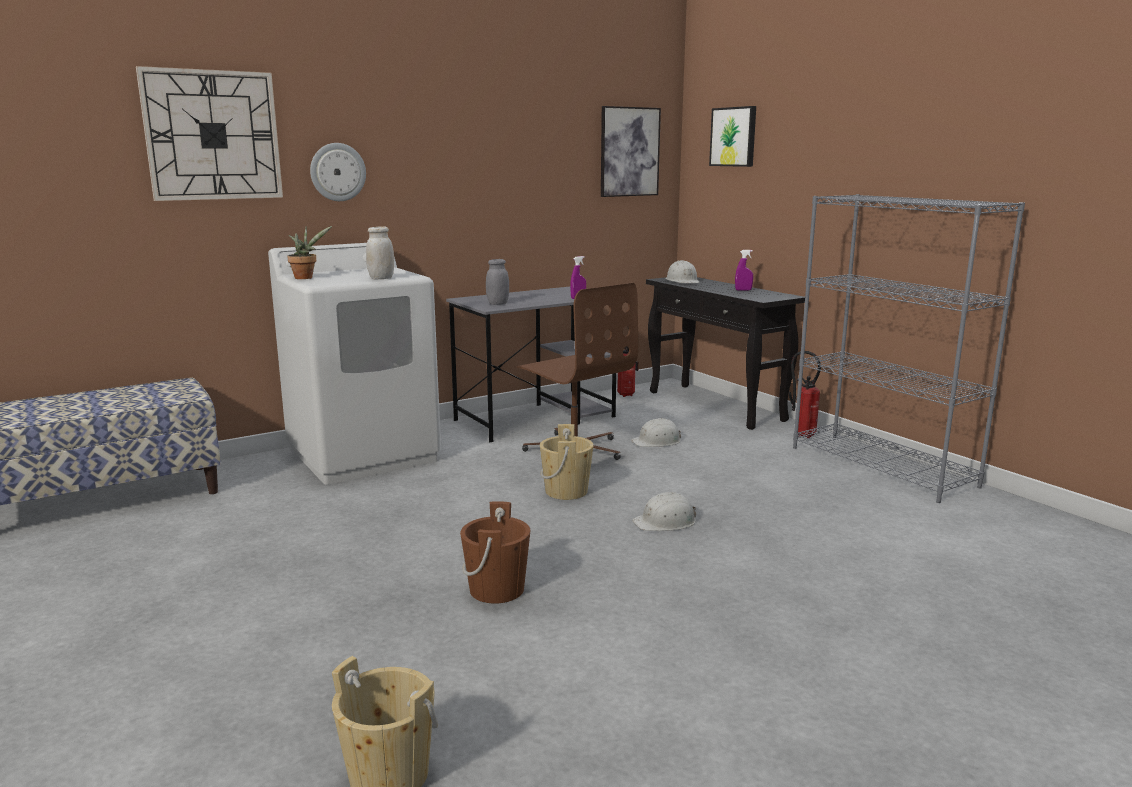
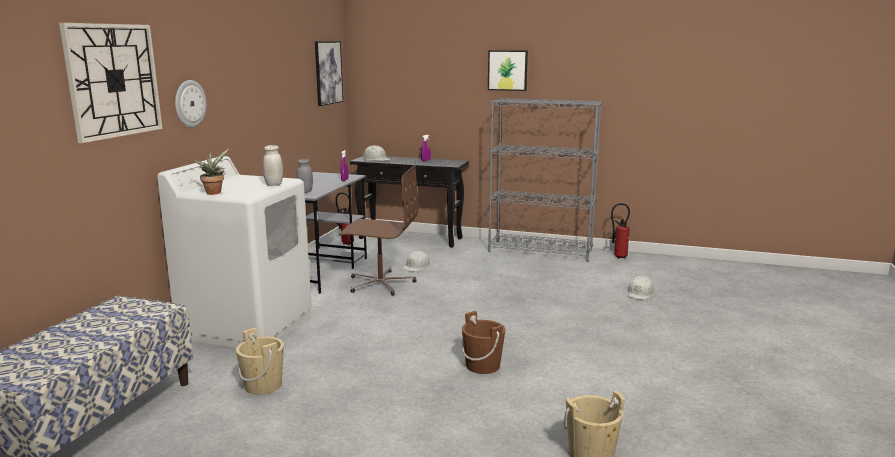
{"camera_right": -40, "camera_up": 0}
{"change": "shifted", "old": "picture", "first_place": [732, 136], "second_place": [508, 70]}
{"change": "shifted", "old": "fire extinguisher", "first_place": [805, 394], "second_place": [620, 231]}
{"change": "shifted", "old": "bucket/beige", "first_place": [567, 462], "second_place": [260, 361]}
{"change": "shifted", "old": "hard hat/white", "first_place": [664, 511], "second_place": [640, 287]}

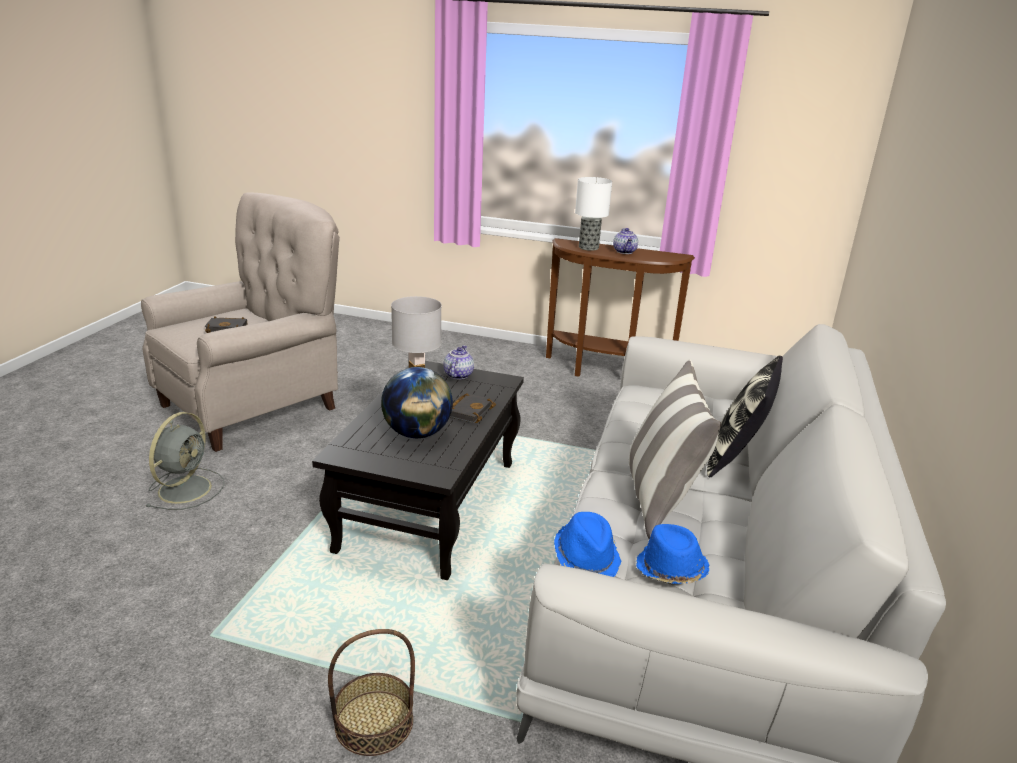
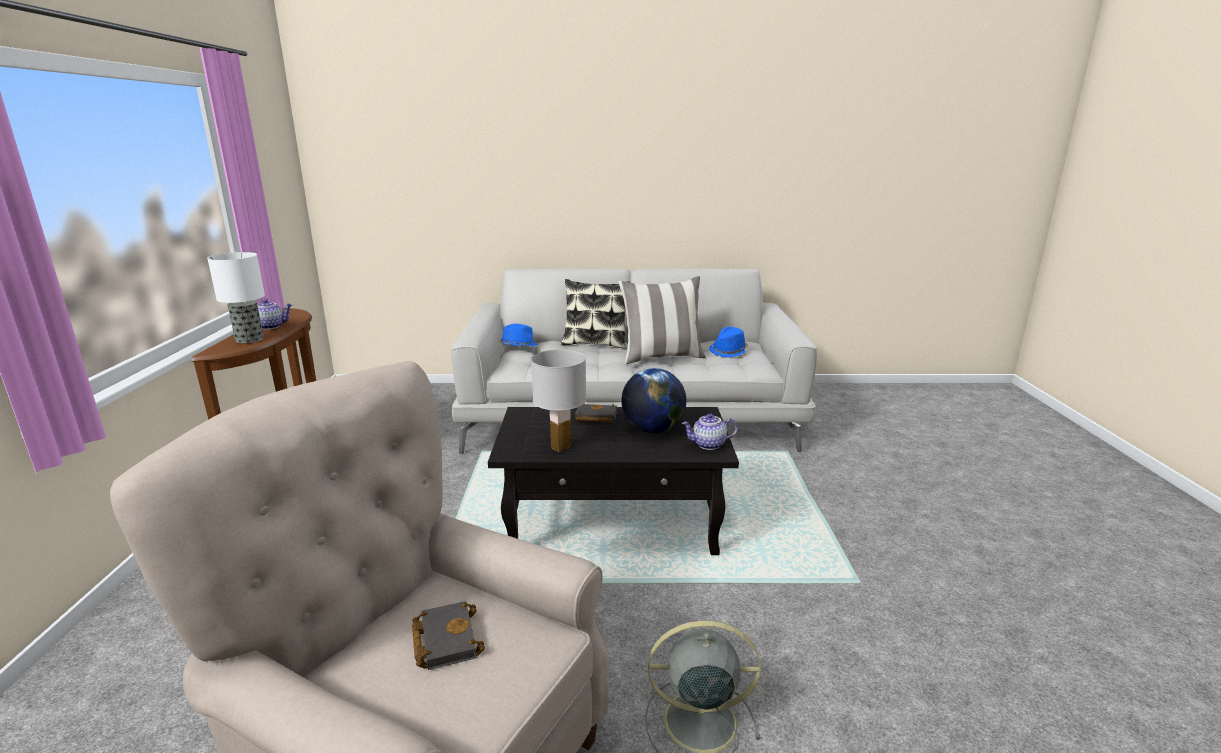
{"camera_right": -105, "camera_up": -5}
{"change": "shifted", "old": "teapot", "first_place": [458, 362], "second_place": [710, 431]}
{"change": "shifted", "old": "hat/blue", "first_place": [588, 544], "second_place": [518, 335]}
{"change": "gone", "old": "basket", "first_place": [371, 692]}

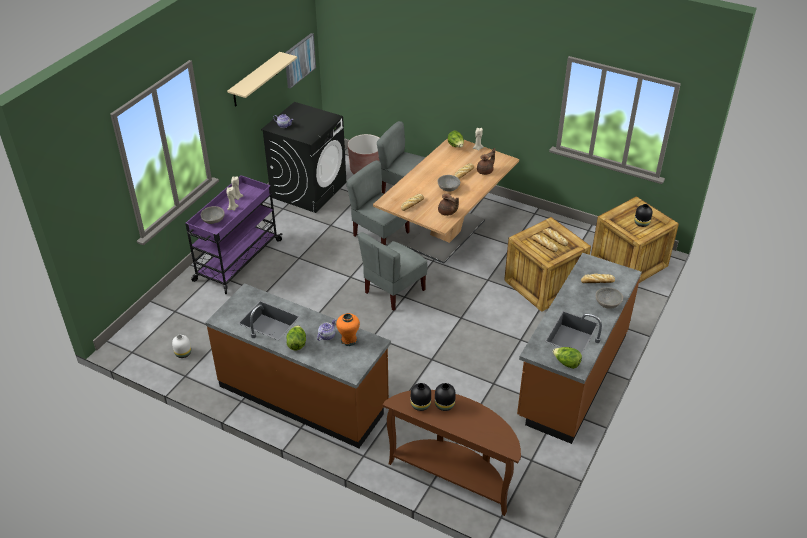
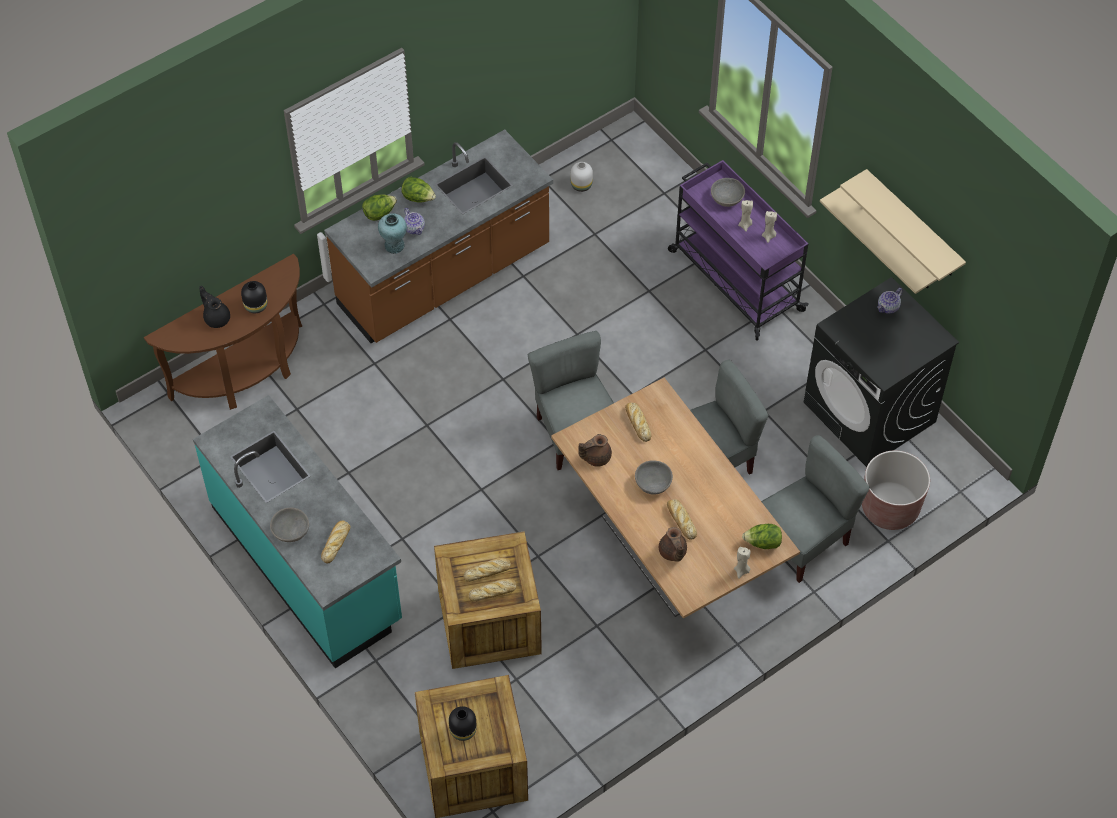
{"camera_right": 115, "camera_up": 15}
{"change": "gone", "old": "picture", "first_place": [300, 61]}
{"change": "repainted", "old": "counter/brown", "new": "counter/turquoise", "first_place": [579, 348], "second_place": [297, 531]}
{"change": "repainted", "old": "vase/orange", "new": "vase/turquoise", "first_place": [348, 329], "second_place": [392, 233]}
{"change": "shifted", "old": "lettuce", "first_place": [567, 358], "second_place": [379, 207]}
{"change": "gone", "old": "vase/black", "first_place": [421, 397]}
{"change": "new", "new": "shelf/beige", "second_place": [878, 241]}
{"change": "new", "new": "teapot/black", "second_place": [214, 307]}

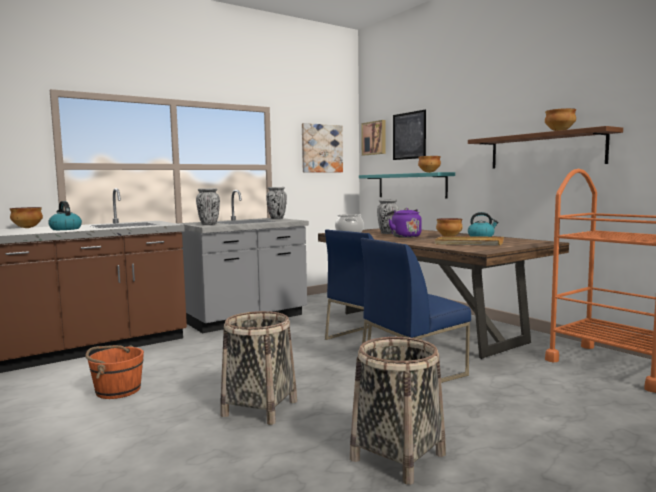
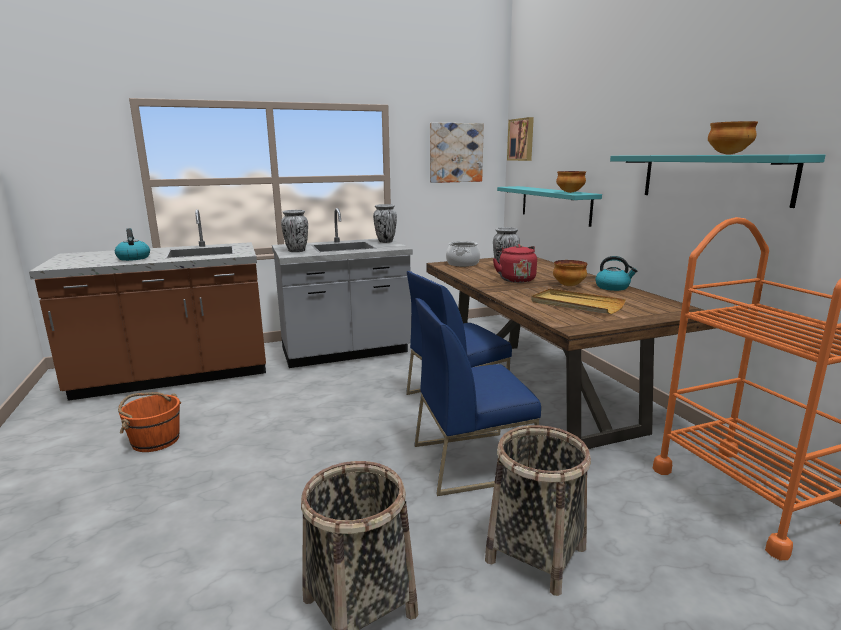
{"camera_right": 15, "camera_up": 10}
{"change": "gone", "old": "picture", "first_place": [409, 135]}
{"change": "repainted", "old": "shelf/brown", "new": "shelf/turquoise", "first_place": [545, 147], "second_place": [717, 181]}
{"change": "gone", "old": "bowl", "first_place": [26, 217]}
{"change": "repainted", "old": "kettle/purple", "new": "kettle/red", "first_place": [404, 223], "second_place": [515, 263]}
{"change": "shifted", "old": "basket", "first_place": [258, 368], "second_place": [538, 510]}

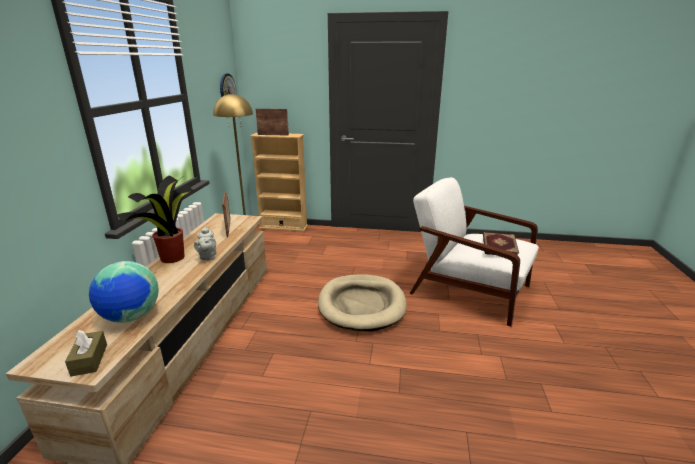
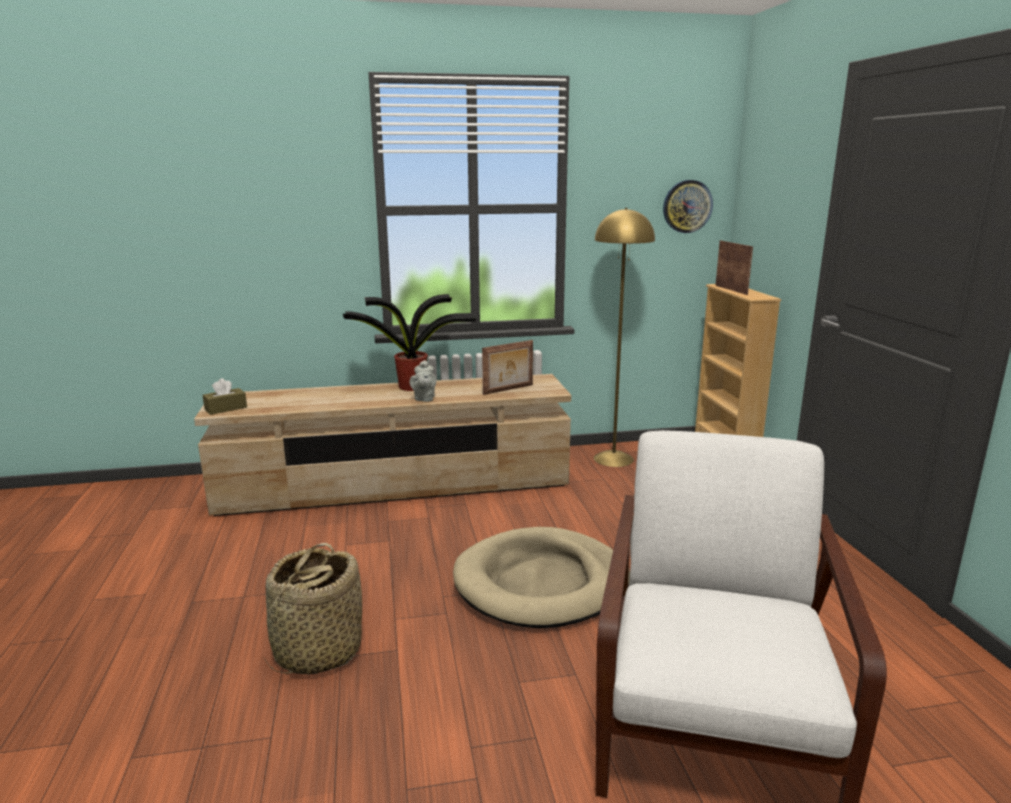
{"camera_right": 70, "camera_up": -5}
{"change": "rotated", "old": "teapot/grey", "first_place": [205, 243], "second_place": [423, 381], "degrees": -60}
{"change": "gone", "old": "book", "first_place": [501, 243]}
{"change": "gone", "old": "globe", "first_place": [124, 292]}
{"change": "new", "new": "basket", "second_place": [312, 608]}

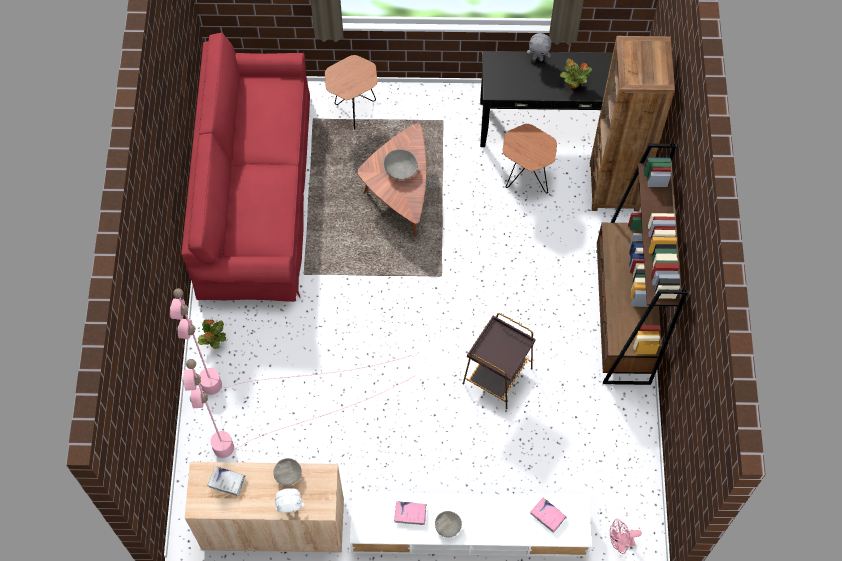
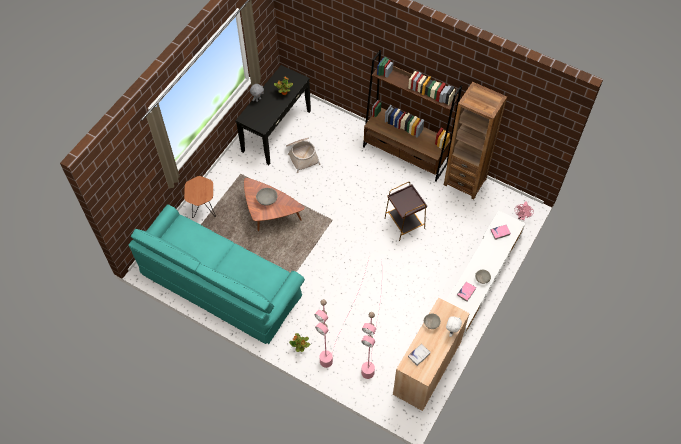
{"camera_right": -60, "camera_up": -5}
{"change": "repainted", "old": "sofa/red", "new": "sofa/turquoise", "first_place": [245, 167], "second_place": [217, 274]}
{"change": "shifted", "old": "bookcase/brown", "first_place": [632, 123], "second_place": [475, 140]}
{"change": "swapped", "old": "side table/brown", "new": "basket", "first_place": [530, 158], "second_place": [303, 155]}

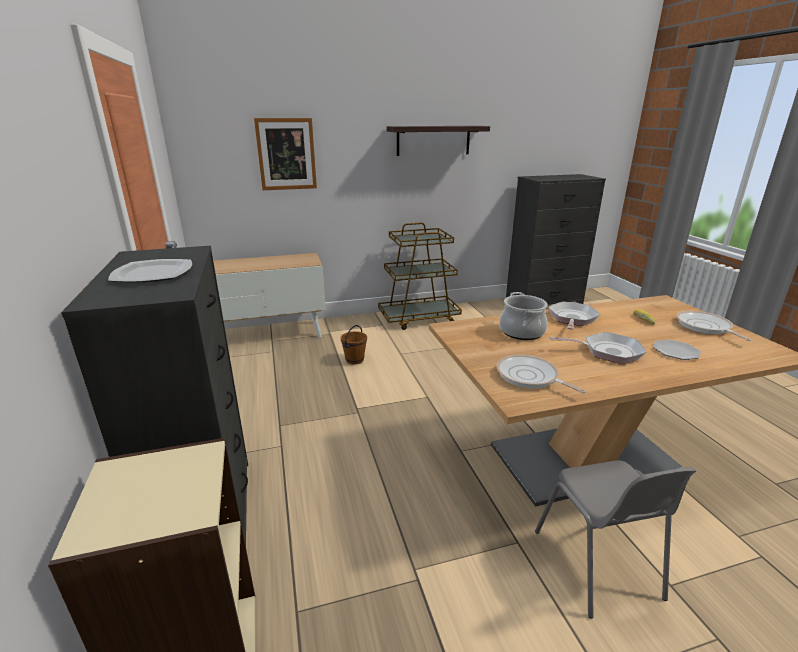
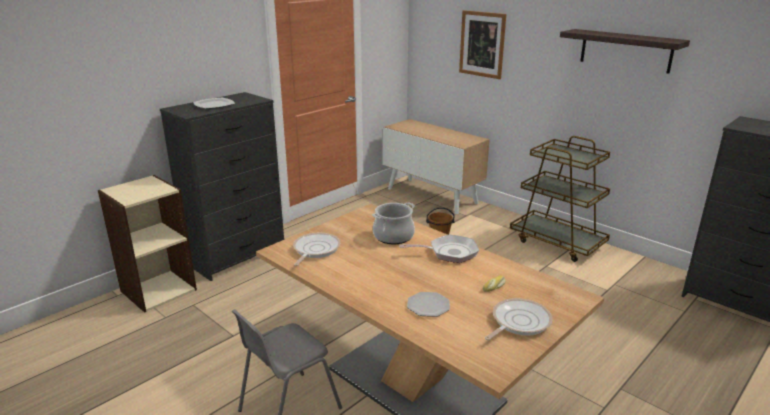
{"camera_right": 60, "camera_up": 0}
{"change": "gone", "old": "frying pan", "first_place": [597, 348]}

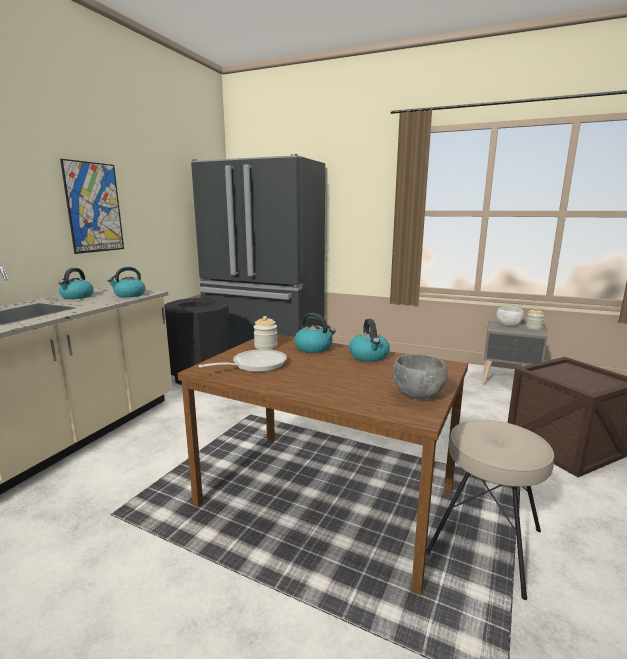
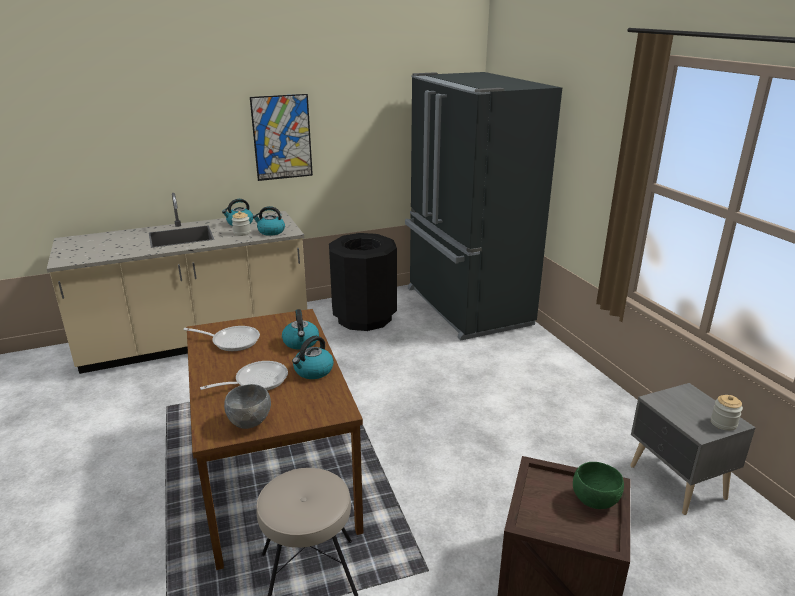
{"camera_right": 45, "camera_up": 10}
{"change": "gone", "old": "bowl/white", "first_place": [510, 316]}
{"change": "shifted", "old": "jar", "first_place": [265, 333], "second_place": [241, 223]}
{"change": "new", "new": "frying pan", "second_place": [244, 376]}
{"change": "new", "new": "bowl/green", "second_place": [598, 485]}

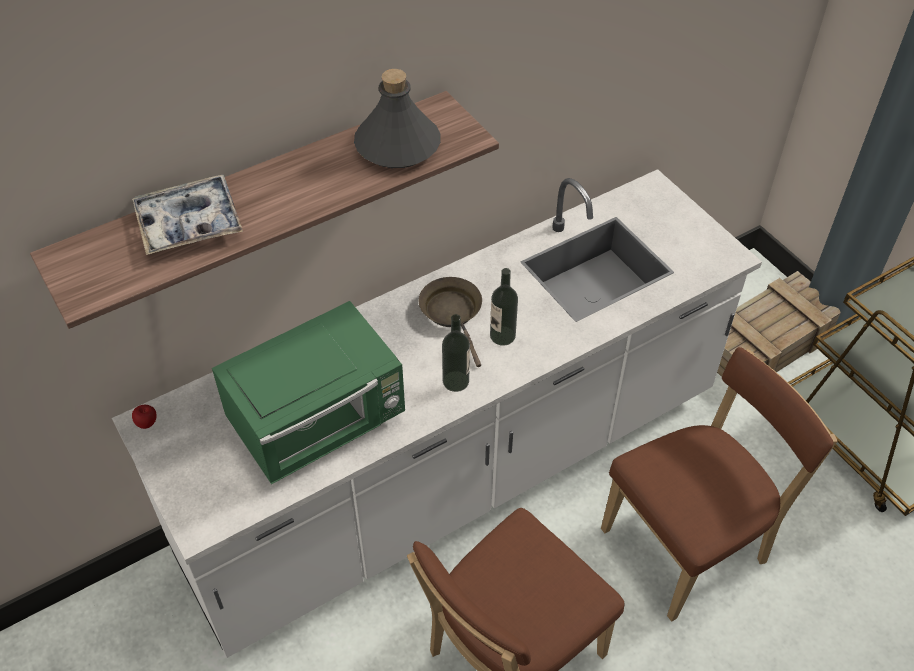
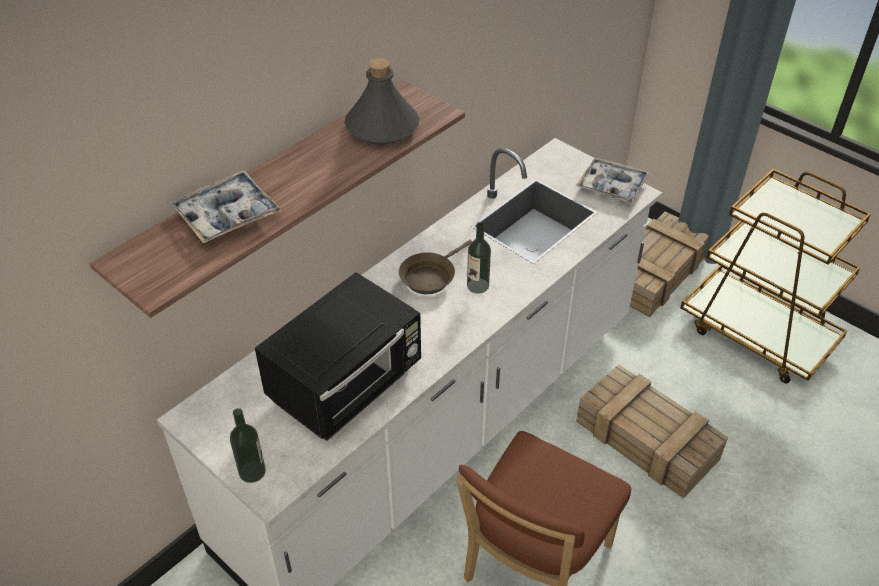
{"camera_right": -15, "camera_up": -5}
{"change": "rotated", "old": "frying pan/brown", "first_place": [450, 322], "second_place": [435, 267], "degrees": -105}
{"change": "repainted", "old": "microwave/green", "new": "microwave/black", "first_place": [308, 392], "second_place": [338, 356]}
{"change": "shifted", "old": "bottle", "first_place": [456, 353], "second_place": [248, 445]}
{"change": "swapped", "old": "chair/brown", "new": "crate", "first_place": [719, 484], "second_place": [652, 431]}
{"change": "gone", "old": "apple", "first_place": [144, 417]}
{"change": "new", "new": "tray", "second_place": [613, 181]}

